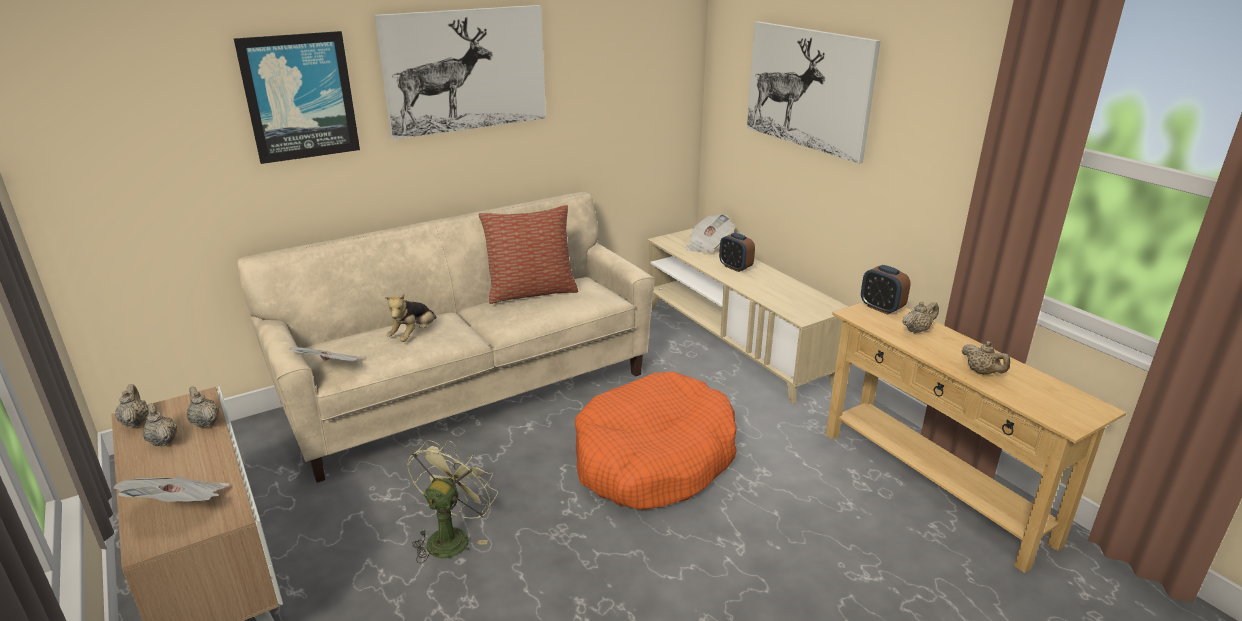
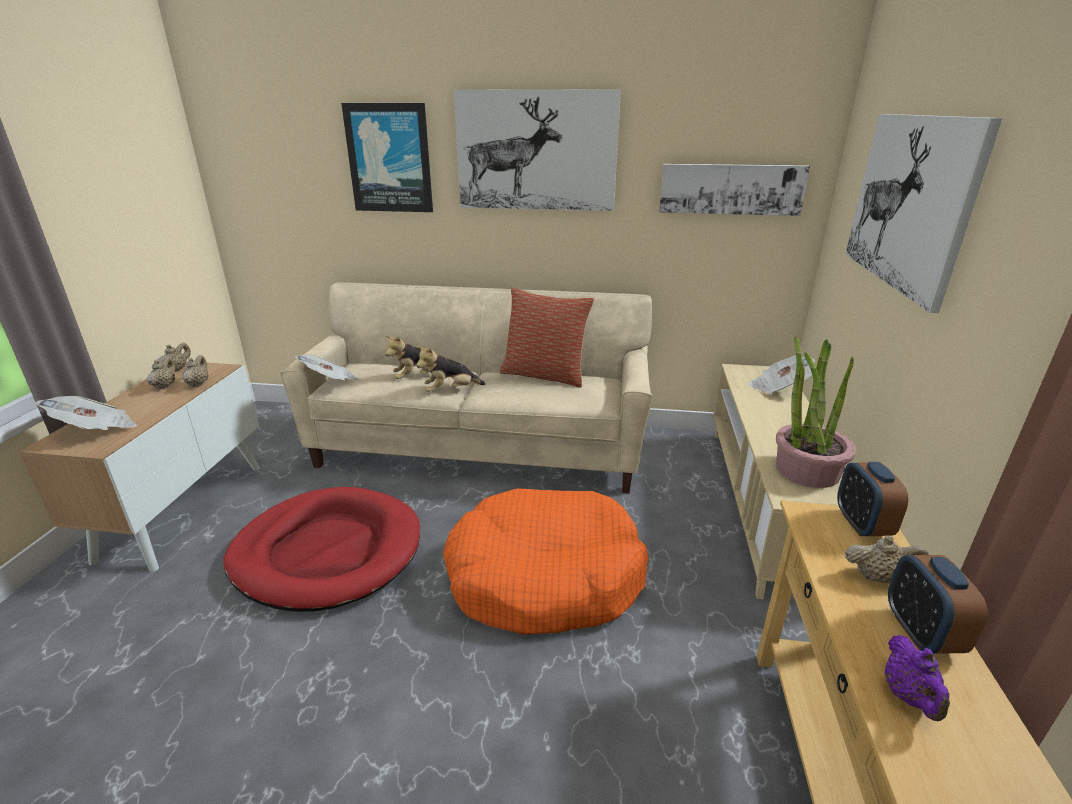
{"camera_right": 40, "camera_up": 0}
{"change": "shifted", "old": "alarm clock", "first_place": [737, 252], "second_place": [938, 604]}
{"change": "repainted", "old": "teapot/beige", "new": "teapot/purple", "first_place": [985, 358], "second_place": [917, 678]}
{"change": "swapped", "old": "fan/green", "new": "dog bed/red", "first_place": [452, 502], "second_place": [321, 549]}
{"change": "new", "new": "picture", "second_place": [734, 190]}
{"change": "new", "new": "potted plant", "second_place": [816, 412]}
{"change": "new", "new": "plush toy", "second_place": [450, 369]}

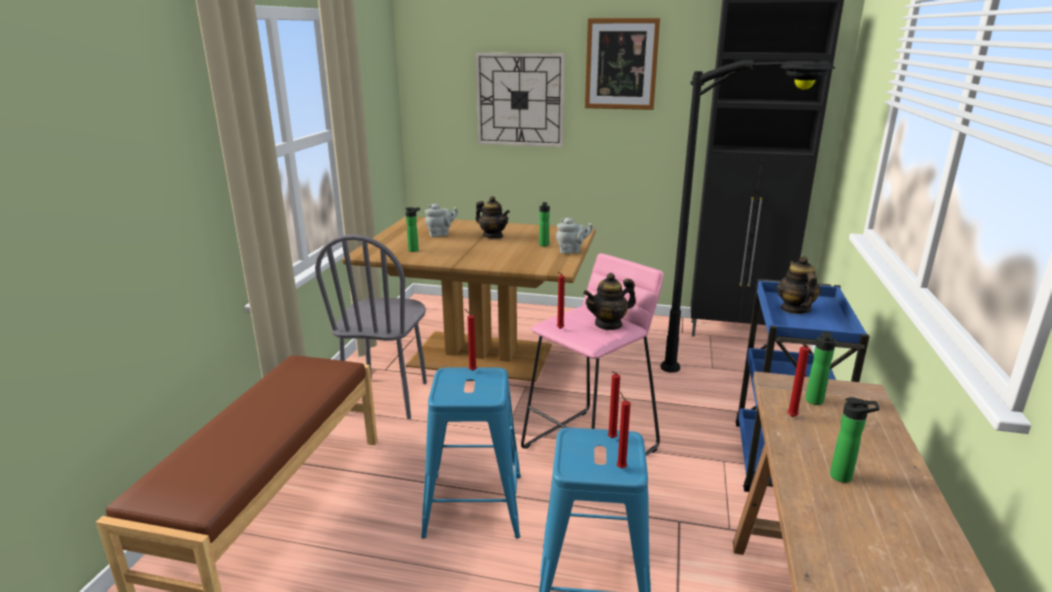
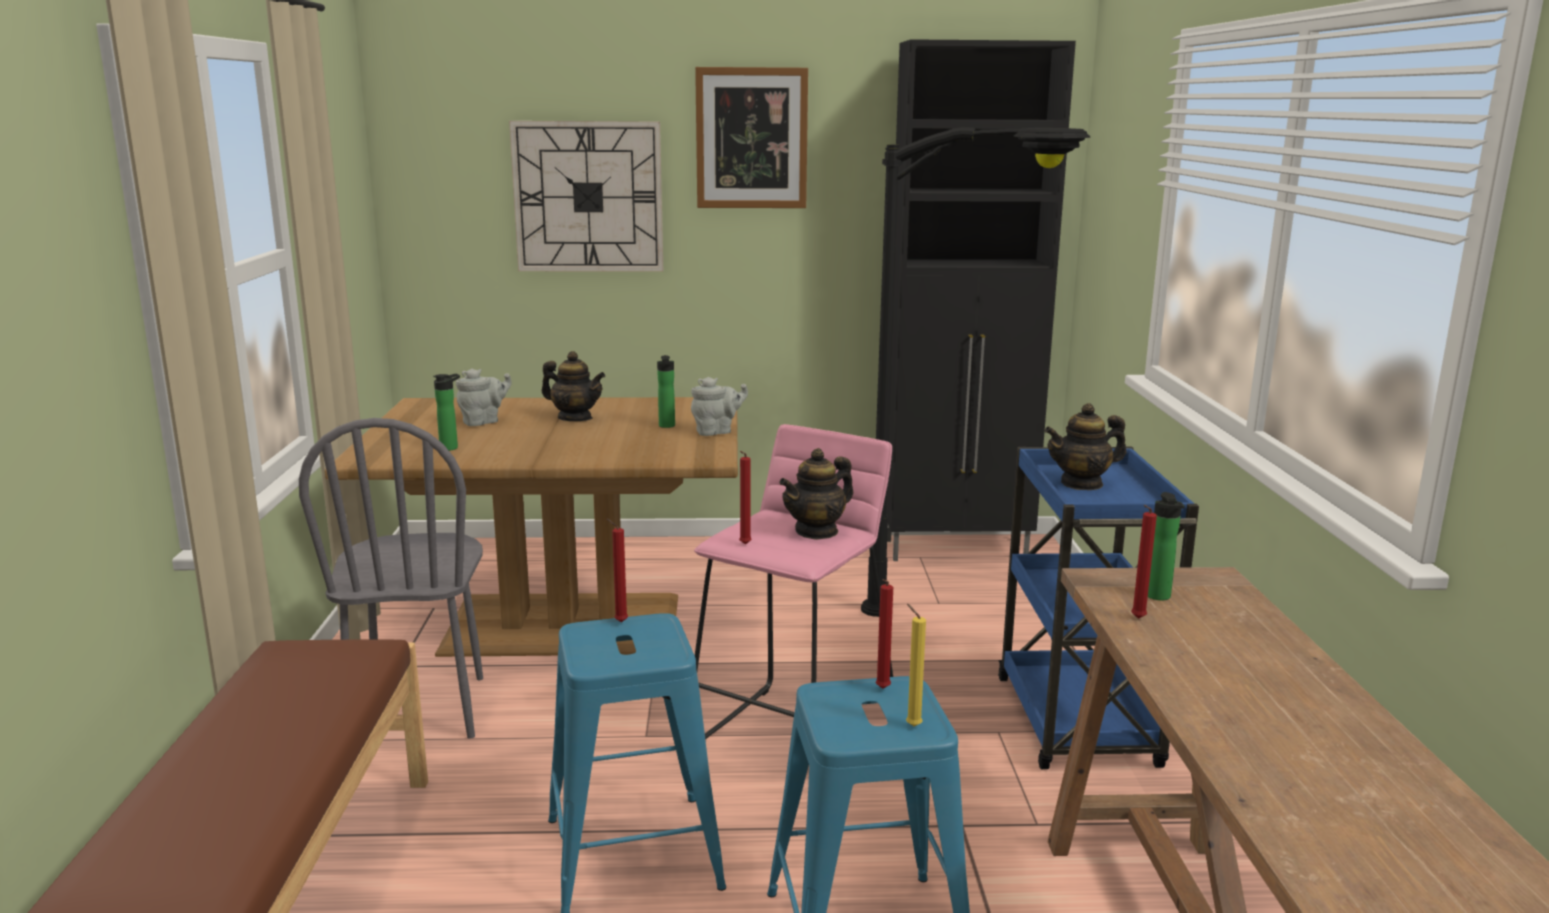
{"camera_right": -15, "camera_up": -5}
{"change": "rotated", "old": "teapot", "first_place": [799, 285], "second_place": [1085, 446], "degrees": -90}
{"change": "repainted", "old": "candle/red", "new": "candle/yellow", "first_place": [624, 430], "second_place": [916, 665]}
{"change": "gone", "old": "bottle", "first_place": [854, 440]}

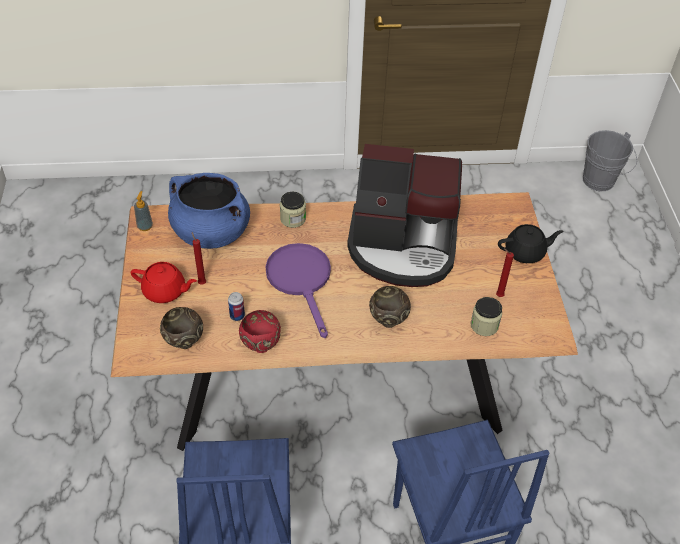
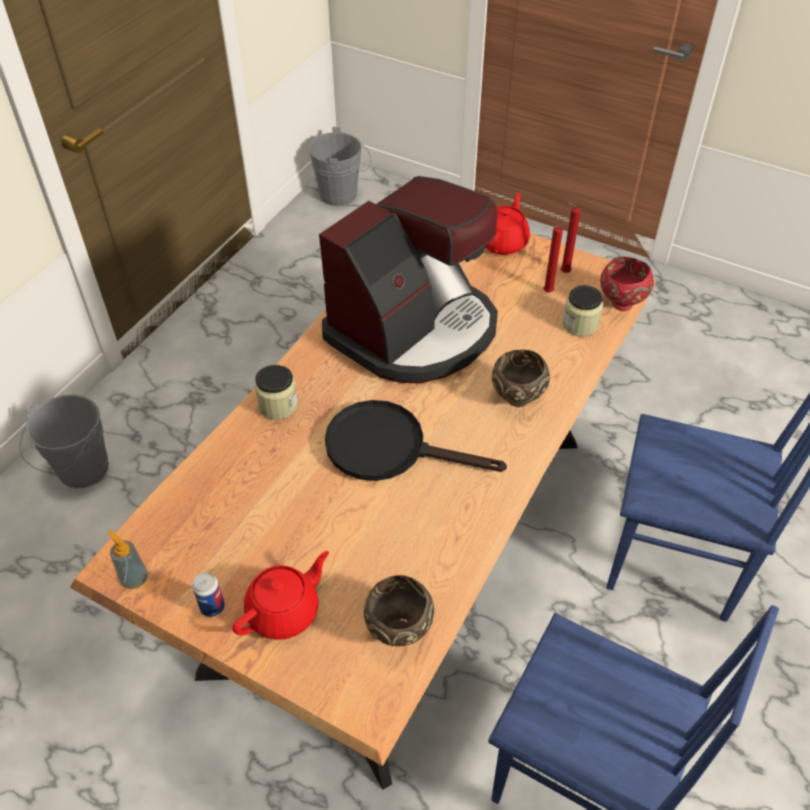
{"camera_right": -55, "camera_up": 0}
{"change": "gone", "old": "cooking pot/blue", "first_place": [209, 211]}
{"change": "repainted", "old": "teapot/black", "new": "teapot/red", "first_place": [530, 243], "second_place": [507, 224]}
{"change": "shifted", "old": "candle/red", "first_place": [199, 258], "second_place": [571, 237]}
{"change": "repainted", "old": "frying pan/purple", "new": "frying pan/black", "first_place": [298, 290], "second_place": [416, 440]}
{"change": "shifted", "old": "can", "first_place": [236, 306], "second_place": [208, 594]}
{"change": "shifted", "old": "bowl/red", "first_place": [260, 331], "second_place": [627, 284]}
{"change": "new", "new": "bucket/grey", "second_place": [64, 441]}

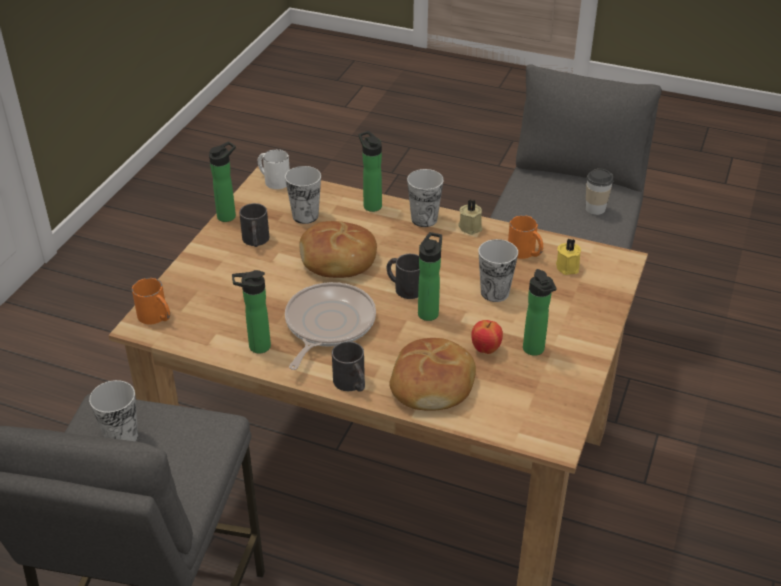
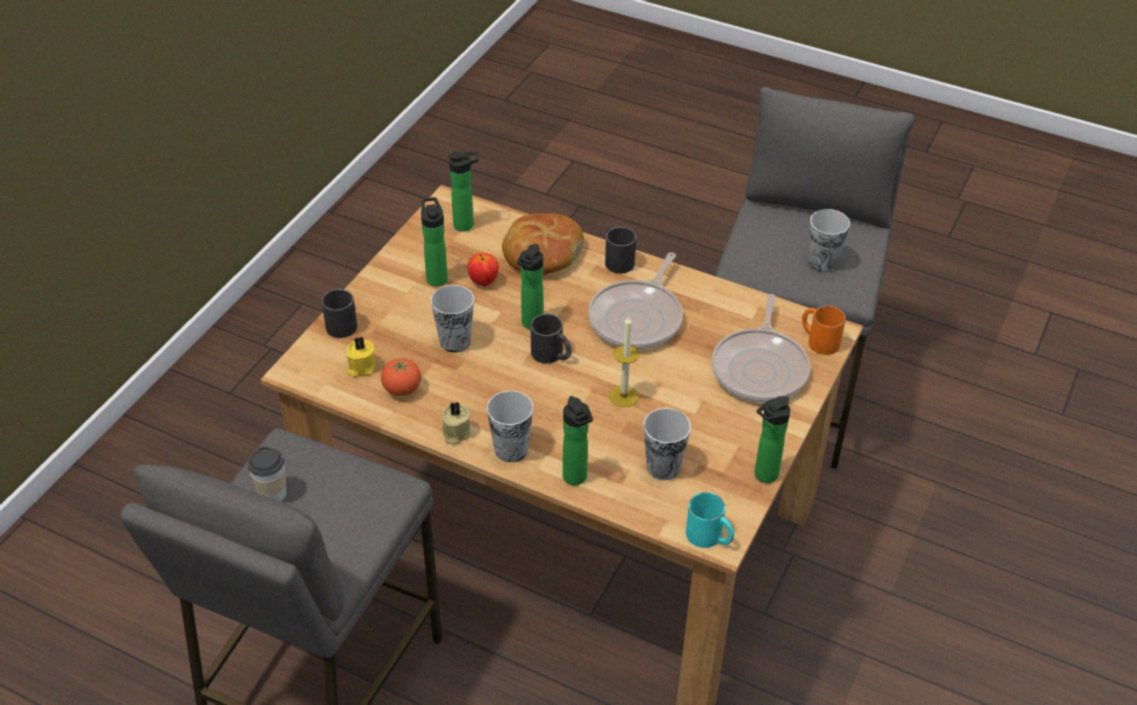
{"camera_right": -175, "camera_up": 5}
{"change": "repainted", "old": "mug/white", "new": "mug/turquoise", "first_place": [274, 169], "second_place": [710, 520]}
{"change": "shifted", "old": "mug/black", "first_place": [254, 225], "second_place": [339, 312]}
{"change": "swapped", "old": "mug/orange", "new": "tomato", "first_place": [525, 237], "second_place": [401, 377]}
{"change": "swapped", "old": "bread", "new": "candle", "first_place": [338, 249], "second_place": [624, 361]}
{"change": "shifted", "old": "bottle", "first_place": [251, 312], "second_place": [463, 191]}
{"change": "new", "new": "frying pan", "second_place": [761, 348]}

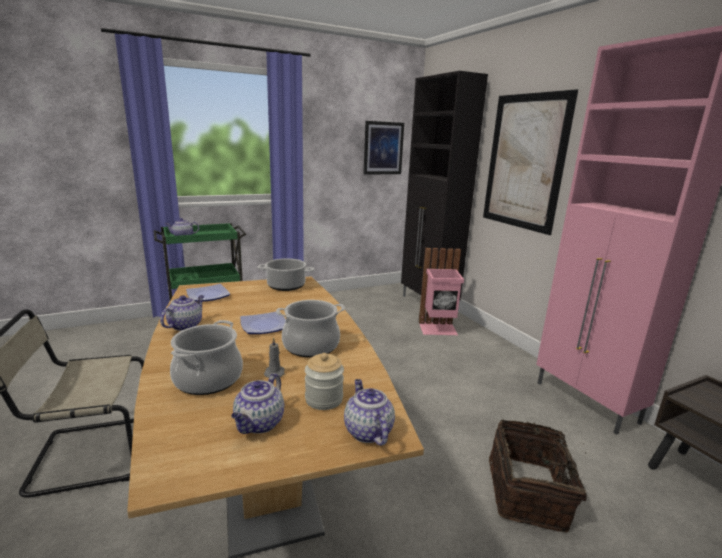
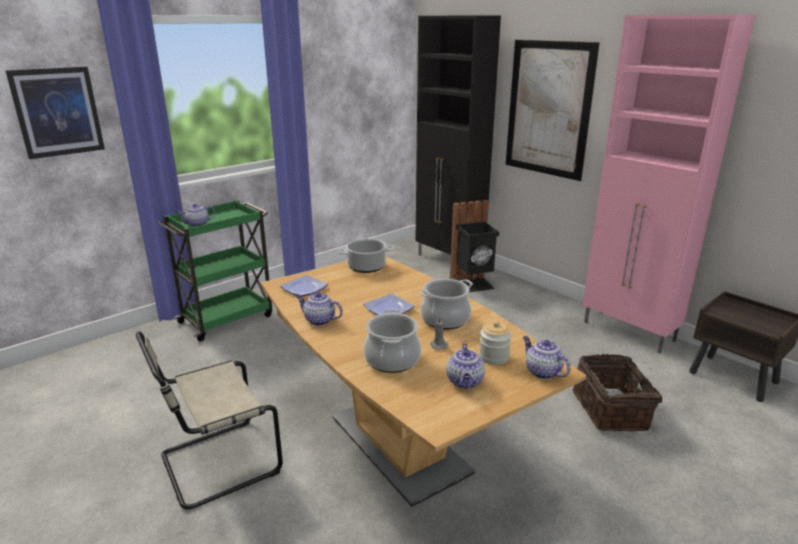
{"camera_right": -15, "camera_up": 5}
{"change": "shifted", "old": "picture", "first_place": [384, 147], "second_place": [55, 112]}
{"change": "repainted", "old": "trash can/pink", "new": "trash can/black", "first_place": [441, 291], "second_place": [474, 246]}
{"change": "rotated", "old": "teapot", "first_place": [182, 313], "second_place": [319, 309], "degrees": -75}

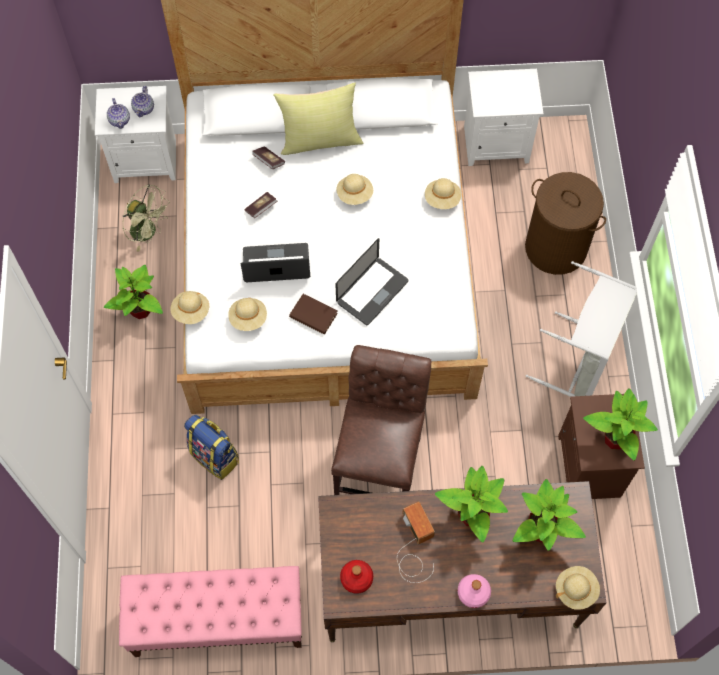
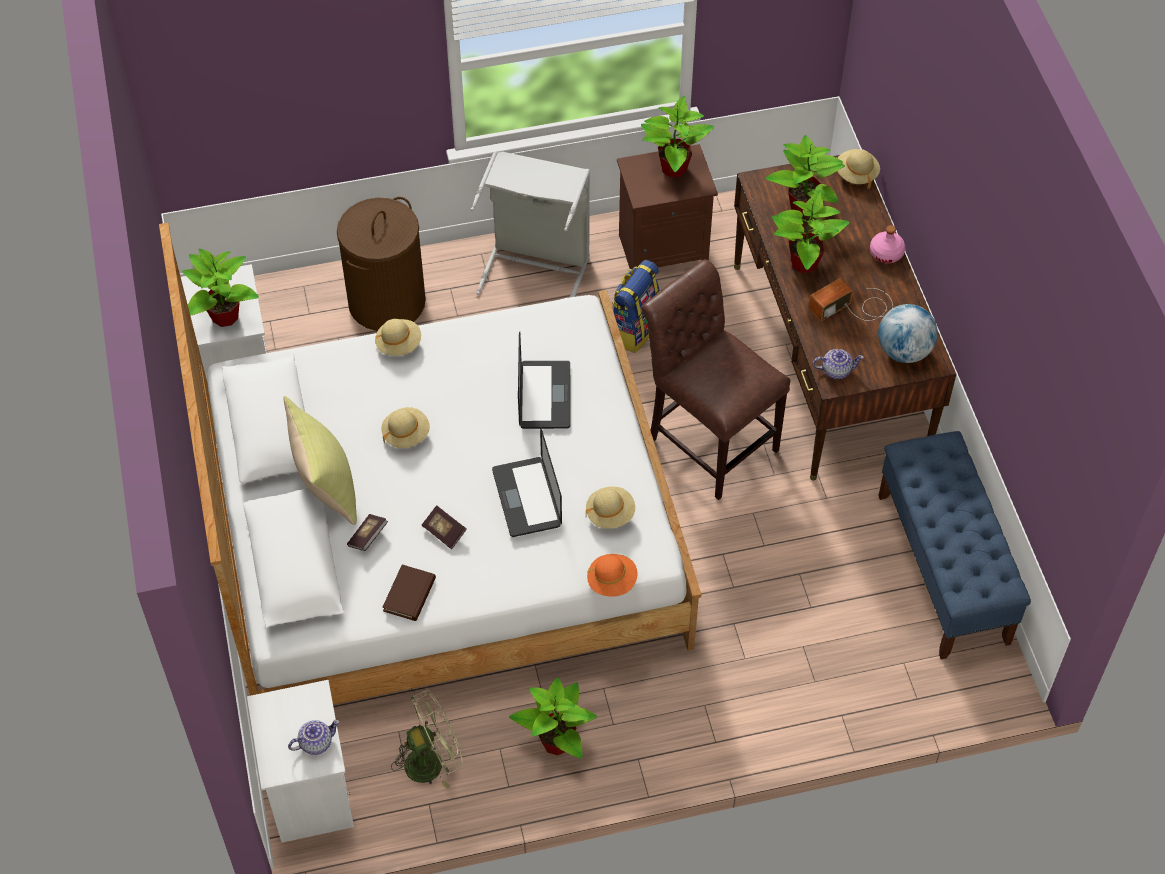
{"camera_right": -100, "camera_up": -10}
{"change": "shifted", "old": "teapot", "first_place": [142, 101], "second_place": [838, 364]}
{"change": "rotated", "old": "fan/green", "first_place": [146, 218], "second_place": [427, 739], "degrees": 45}
{"change": "rotated", "old": "laptop", "first_place": [371, 281], "second_place": [544, 380], "degrees": 60}
{"change": "repainted", "old": "hat/beige", "new": "hat/orange", "first_place": [189, 307], "second_place": [612, 575]}
{"change": "shifted", "old": "book/brown", "first_place": [313, 314], "second_place": [409, 593]}
{"change": "rotated", "old": "chair/brown", "first_place": [381, 420], "second_place": [716, 379], "degrees": 45}
{"change": "shifted", "old": "backpack", "first_place": [211, 447], "second_place": [636, 306]}
{"change": "swapped", "old": "bottle/red", "new": "globe", "first_place": [356, 577], "second_place": [908, 333]}
{"change": "repainted", "old": "bench/pink", "new": "bench/blue", "first_place": [210, 611], "second_place": [954, 545]}
{"change": "new", "new": "potted plant", "second_place": [220, 288]}

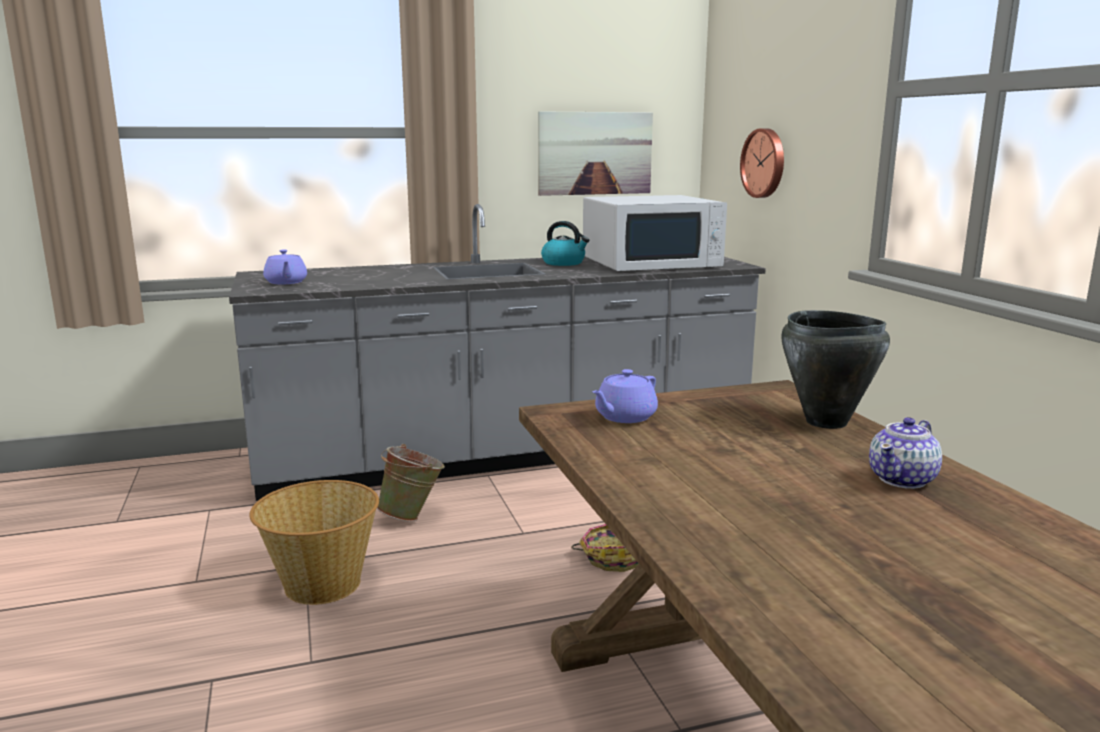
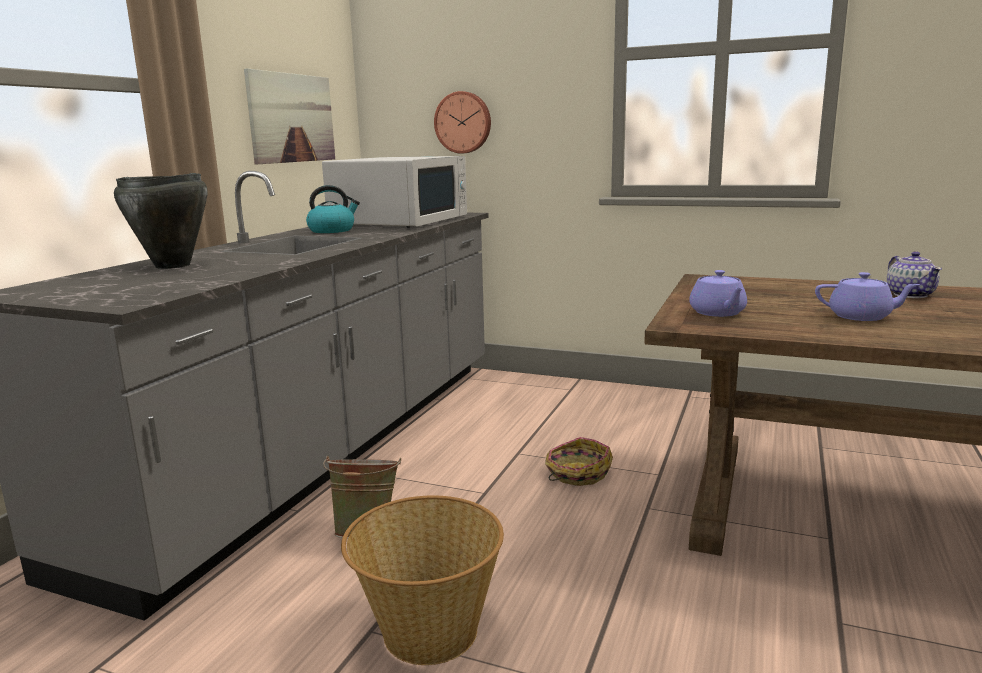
{"camera_right": -50, "camera_up": 0}
{"change": "shifted", "old": "teapot/purple", "first_place": [285, 267], "second_place": [867, 296]}
{"change": "shifted", "old": "cooking pot/black", "first_place": [835, 369], "second_place": [160, 221]}

